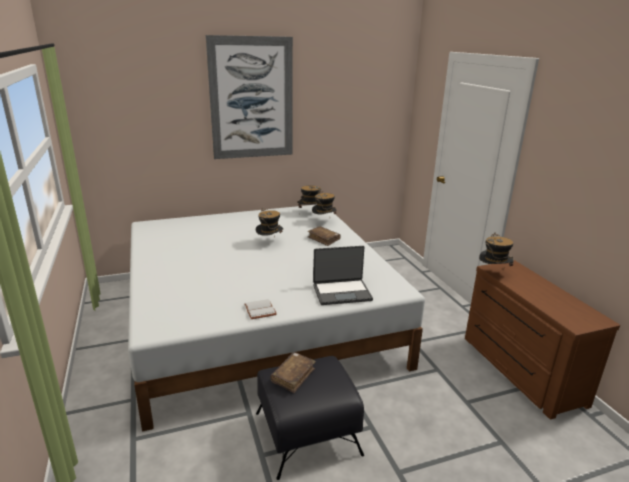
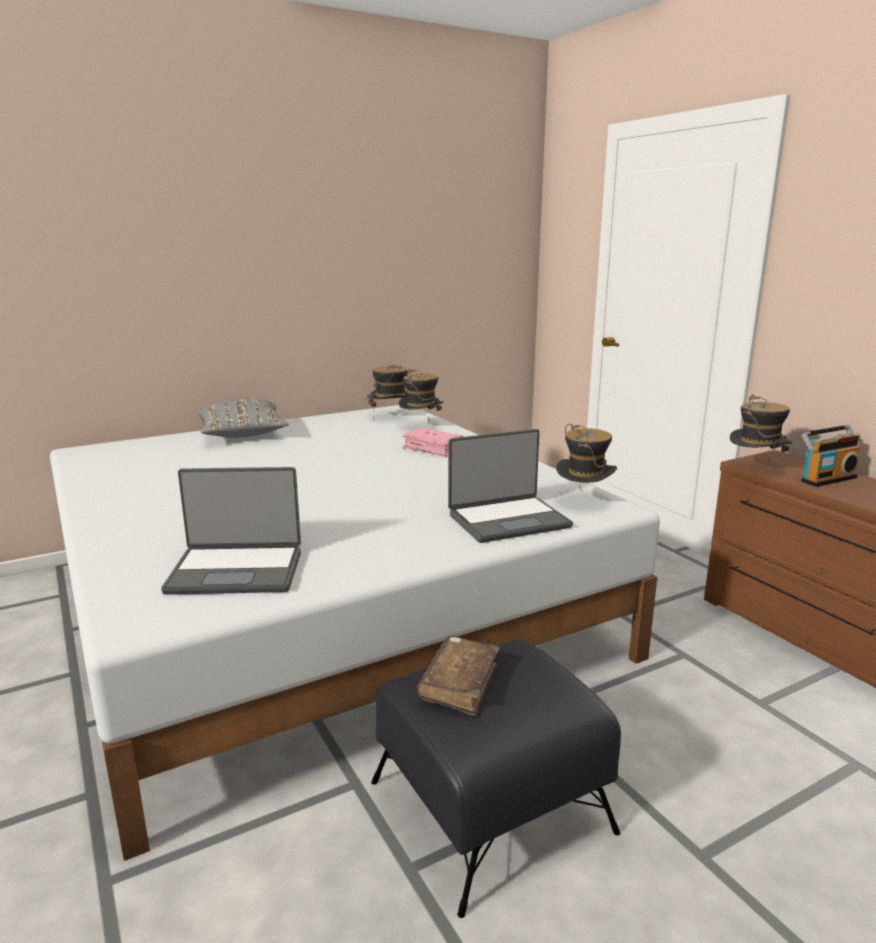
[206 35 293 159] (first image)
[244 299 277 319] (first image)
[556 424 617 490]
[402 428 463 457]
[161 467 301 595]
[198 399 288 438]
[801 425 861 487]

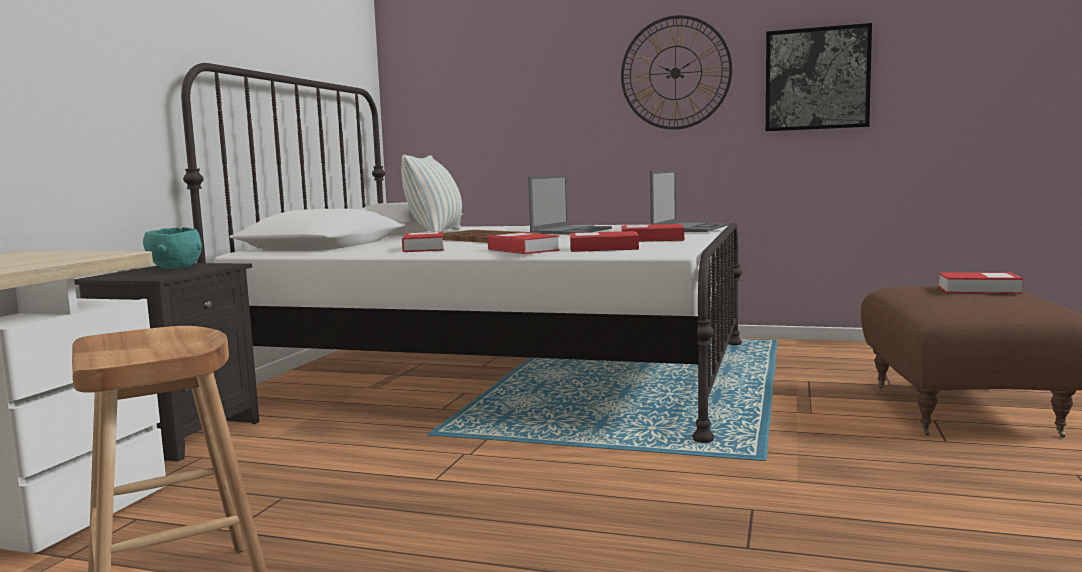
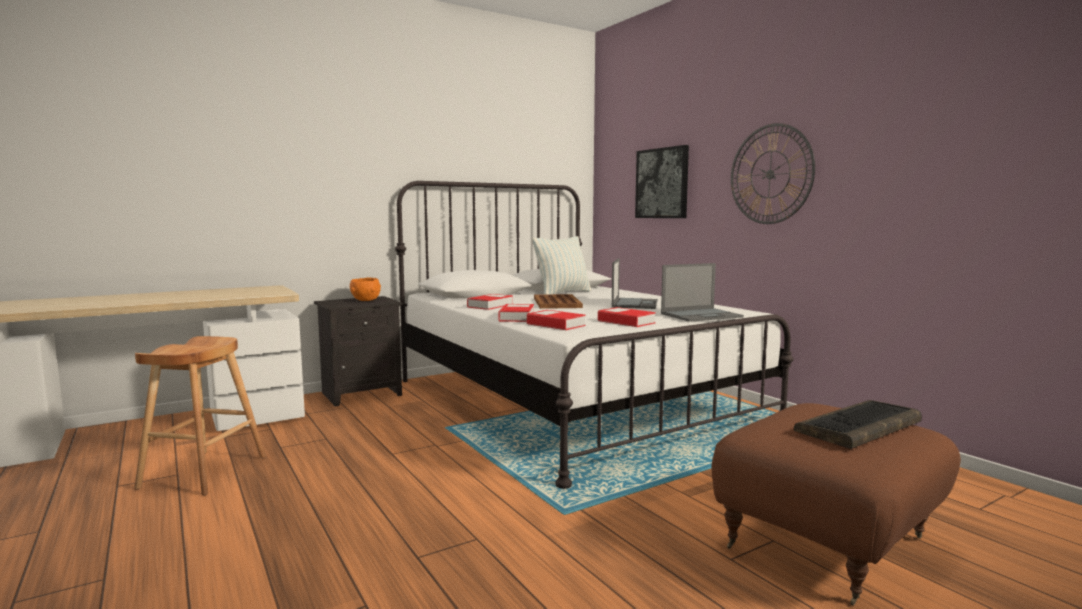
[350 278 381 301]
[612 258 658 309]
[635 145 689 218]
[794 400 922 449]

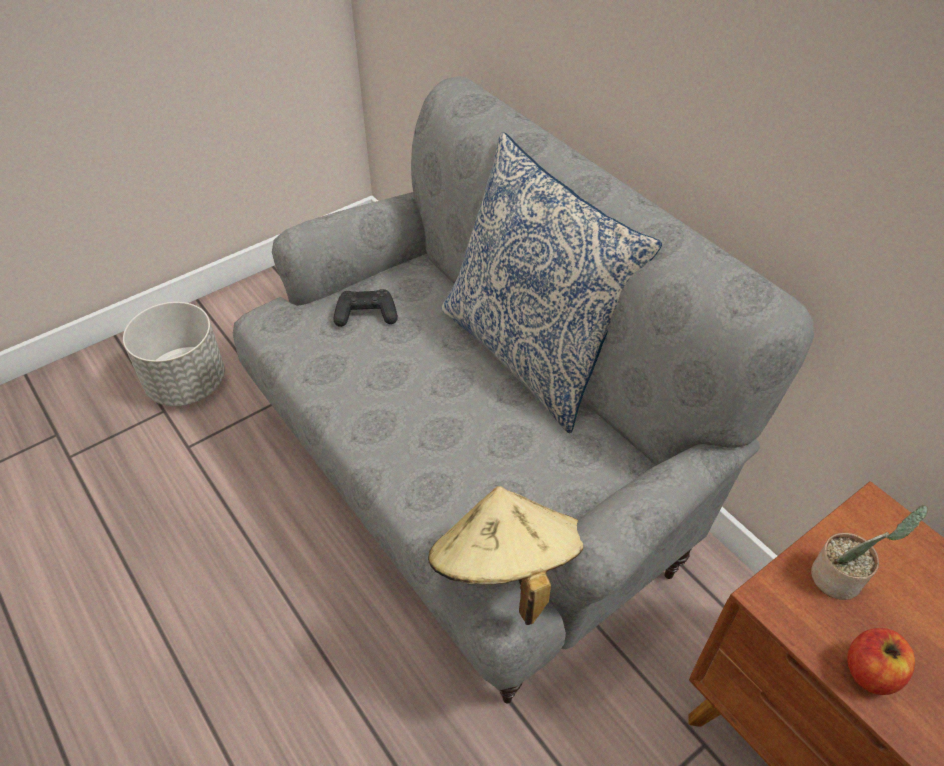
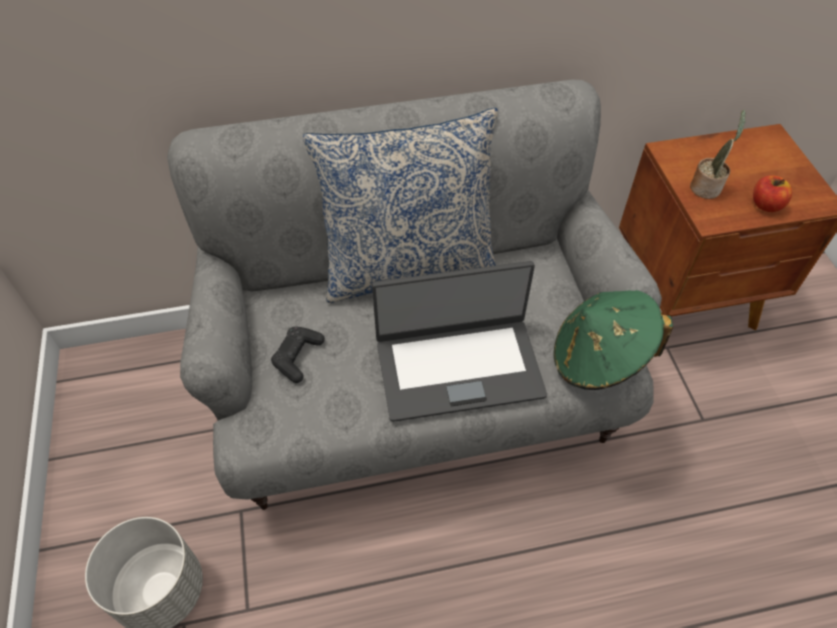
[553 290 673 390]
[372 261 547 422]

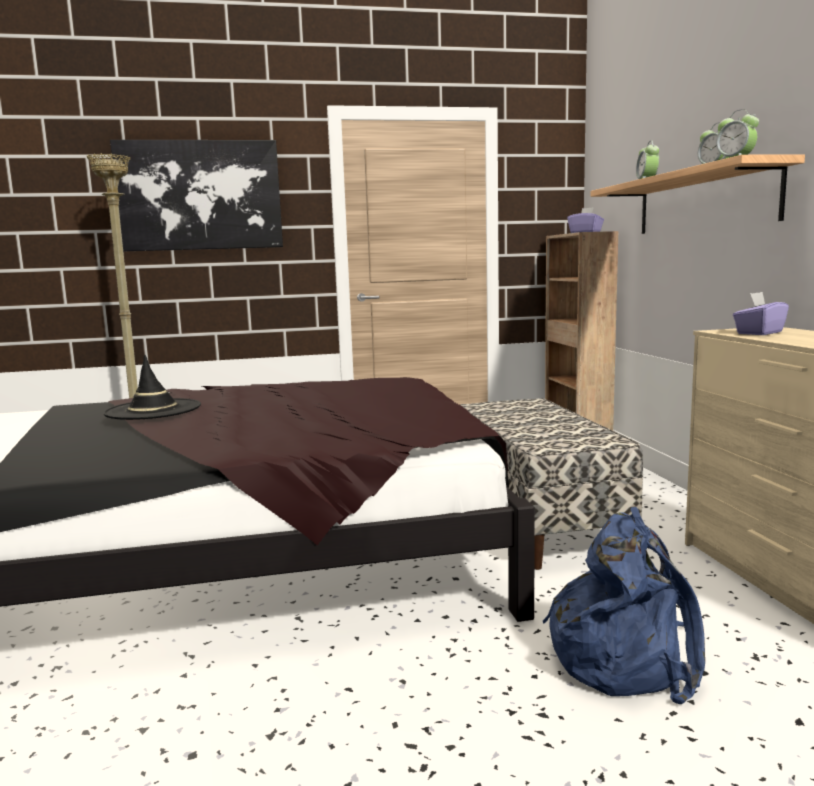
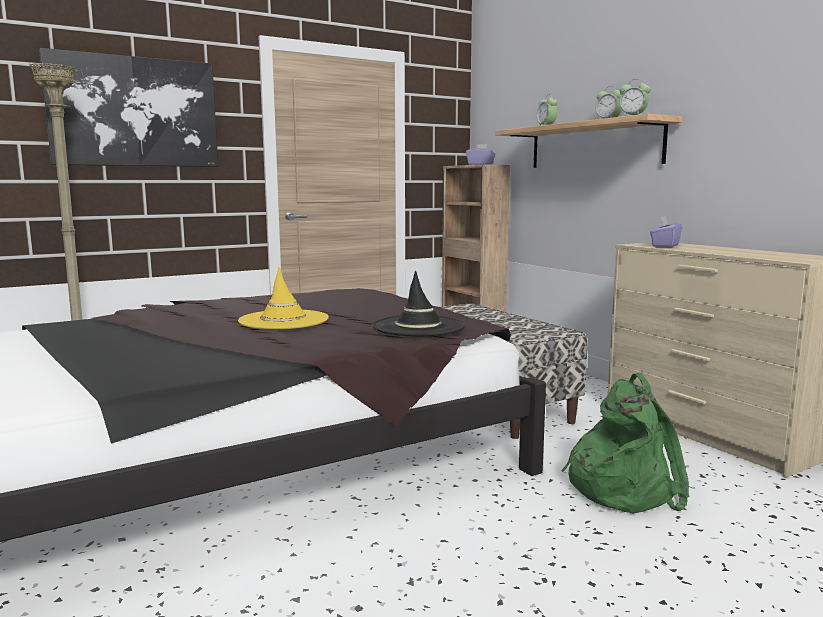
[372 271 465 336]
[561 373 690 514]
[238 267 329 329]

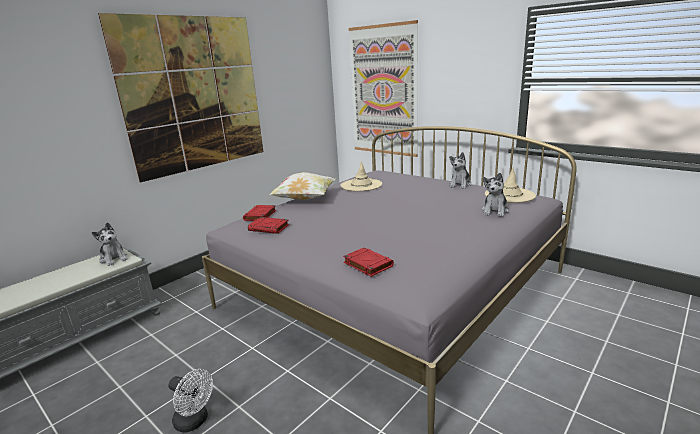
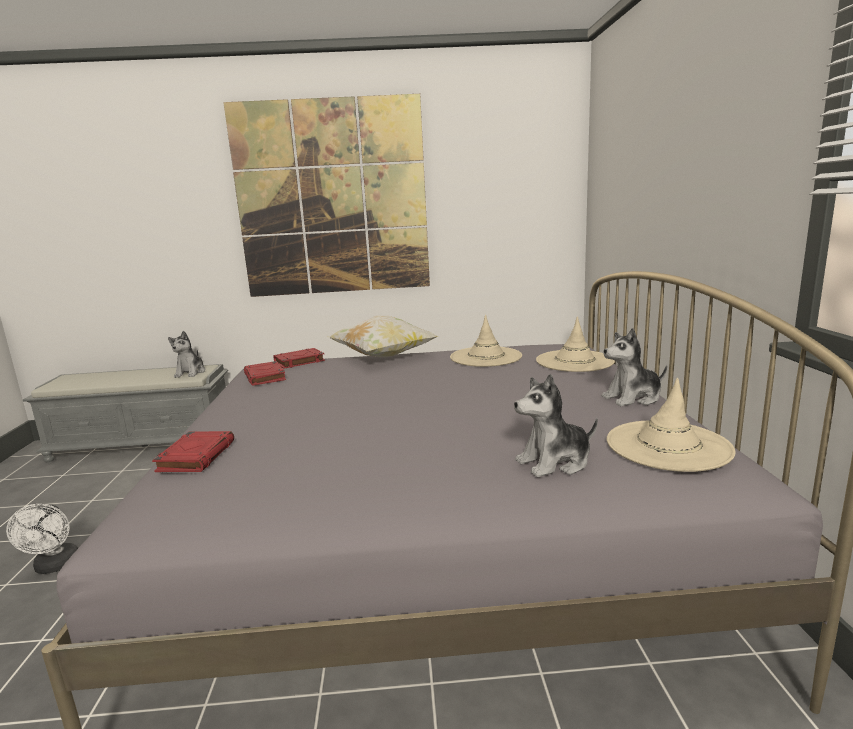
[348 20 418 157] (first image)
[536 316 615 372]

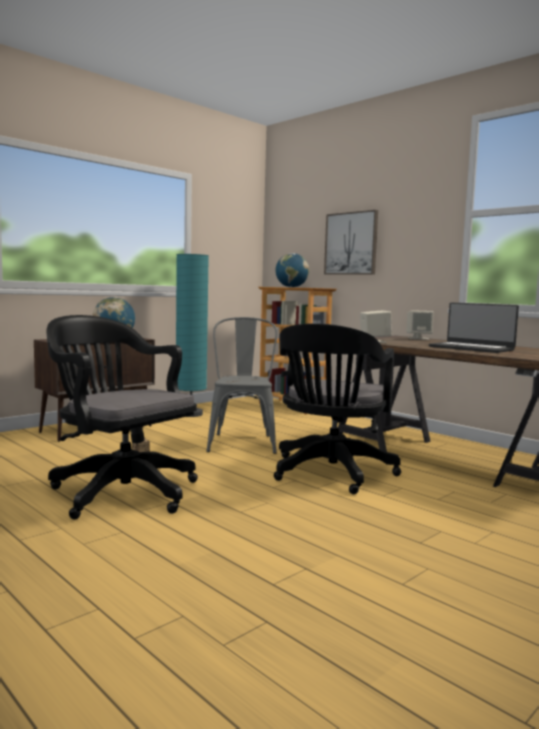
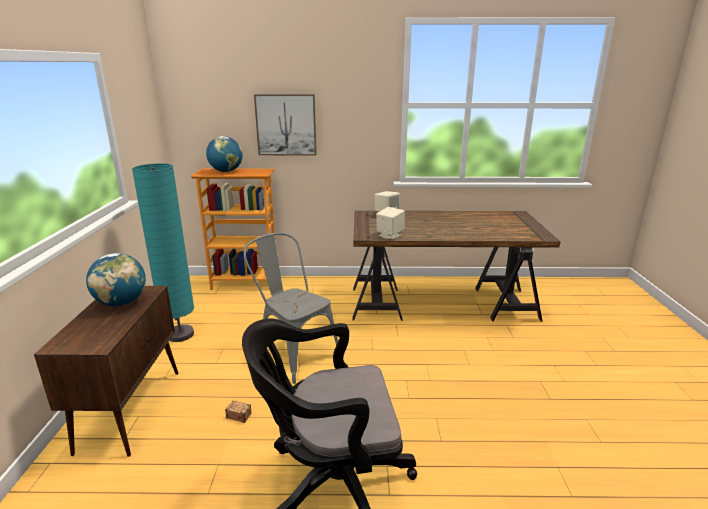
[274 323 401 494] (first image)
[429 303 519 353] (first image)

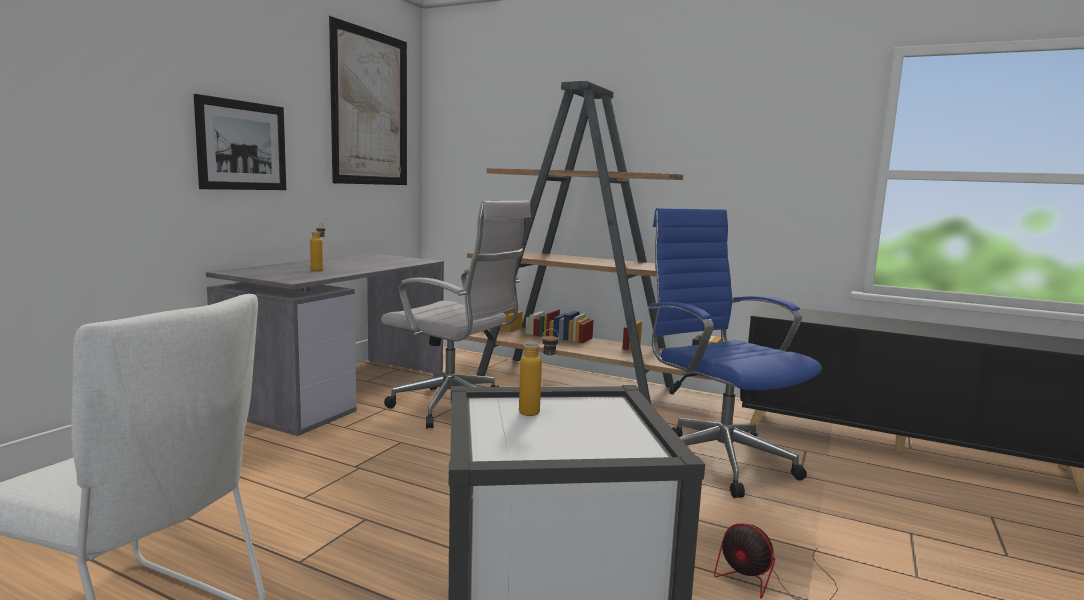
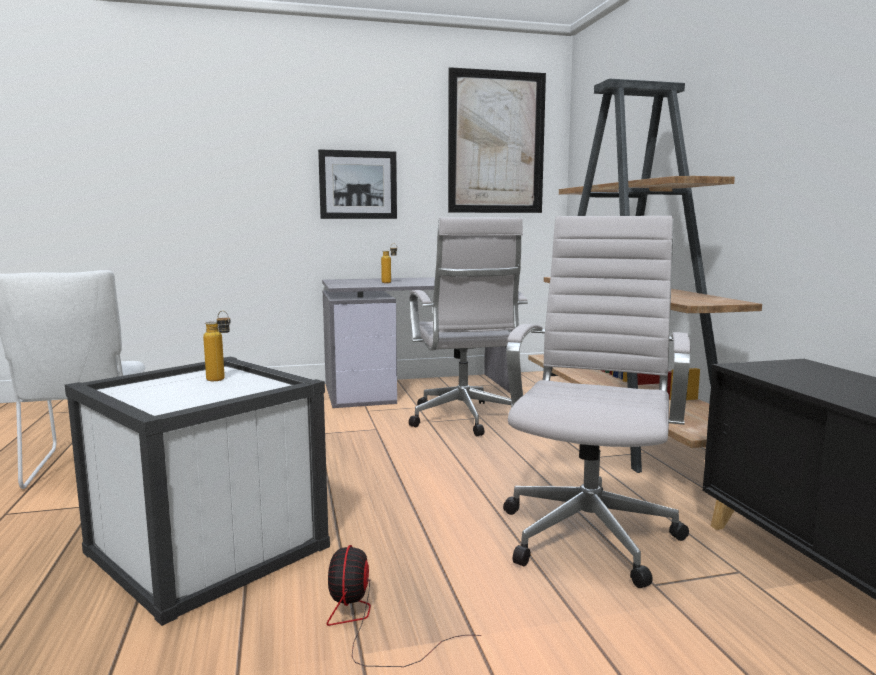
[503 216 691 588]

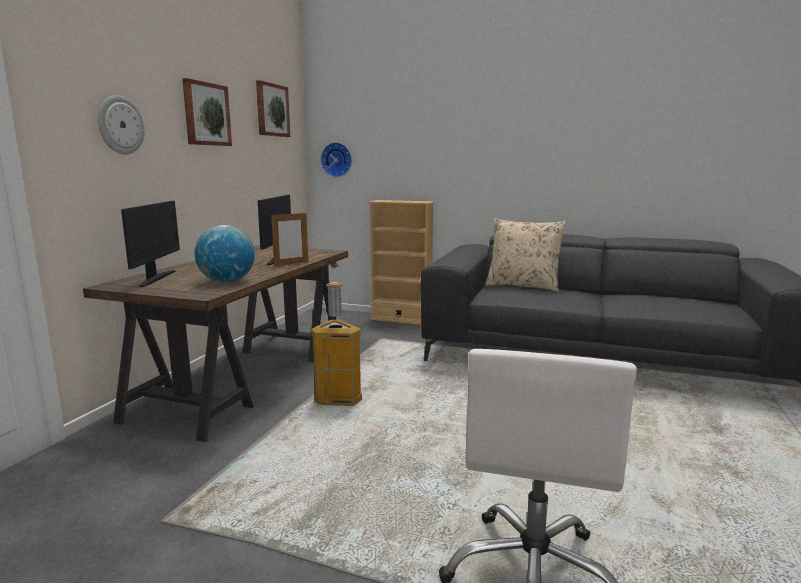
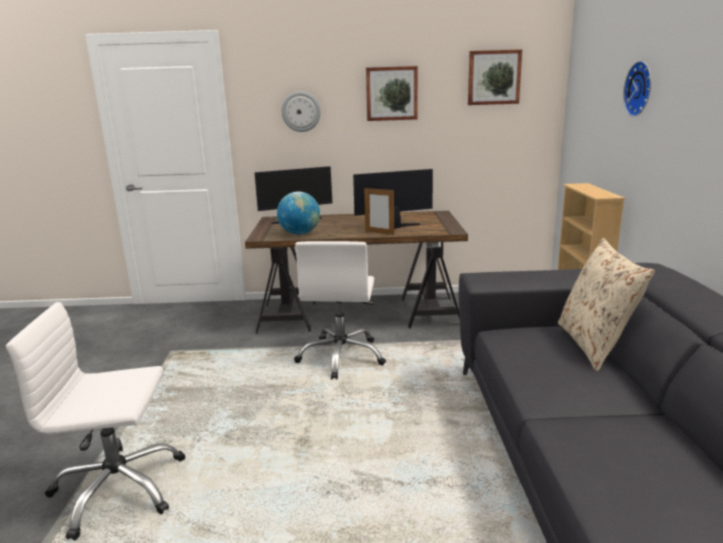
[294 241 386 380]
[623 61 651 117]

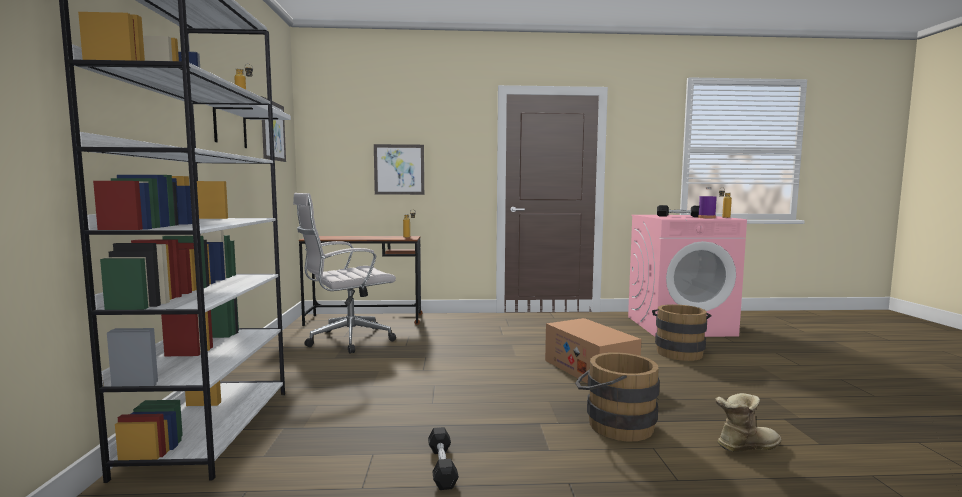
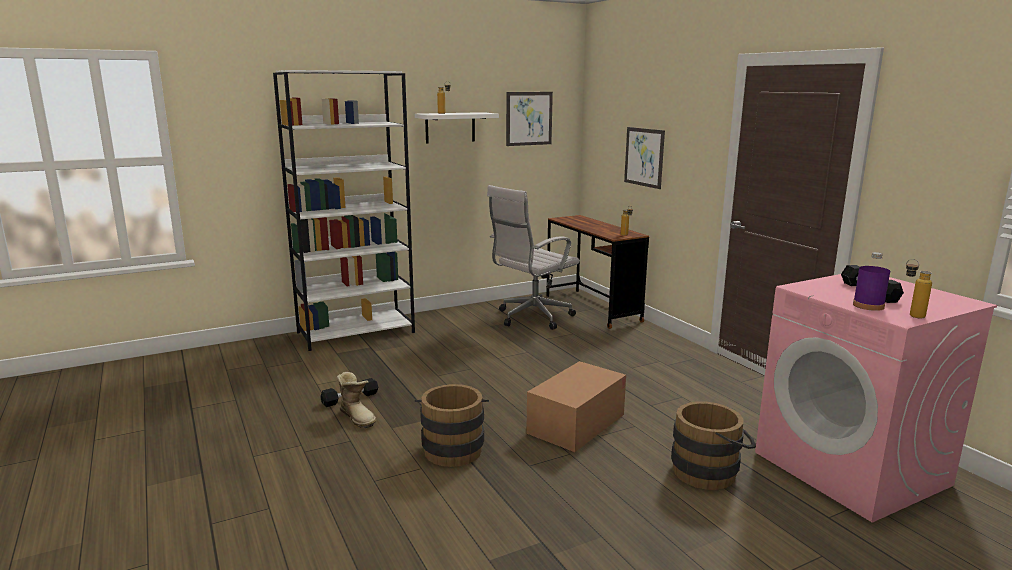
[487 185 580 330]
[336 372 376 428]

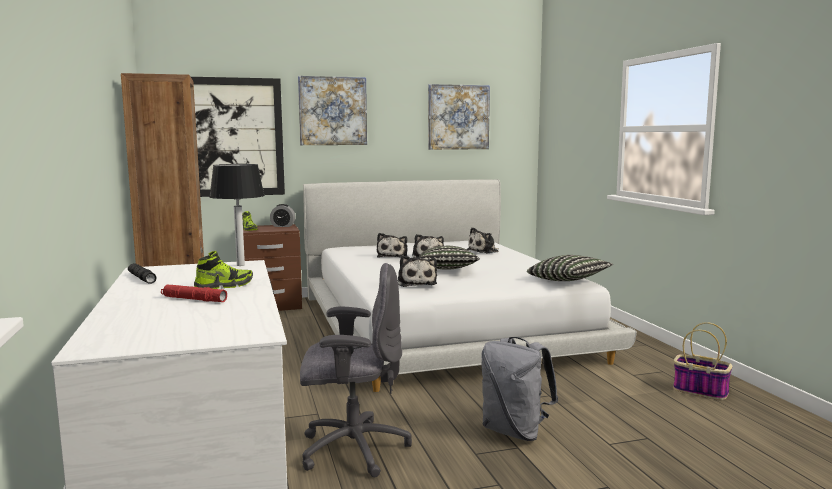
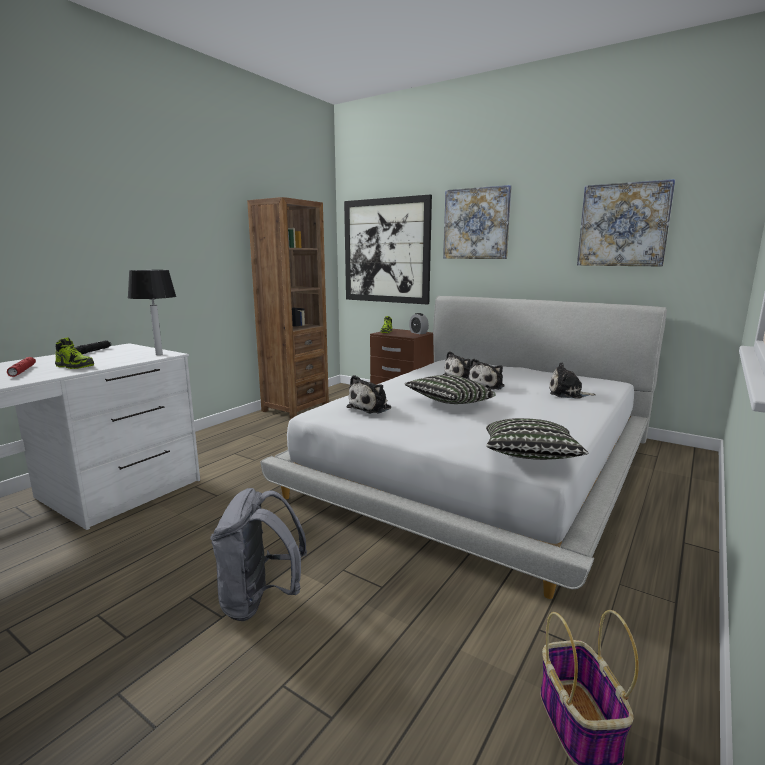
[300 263 412 477] (first image)

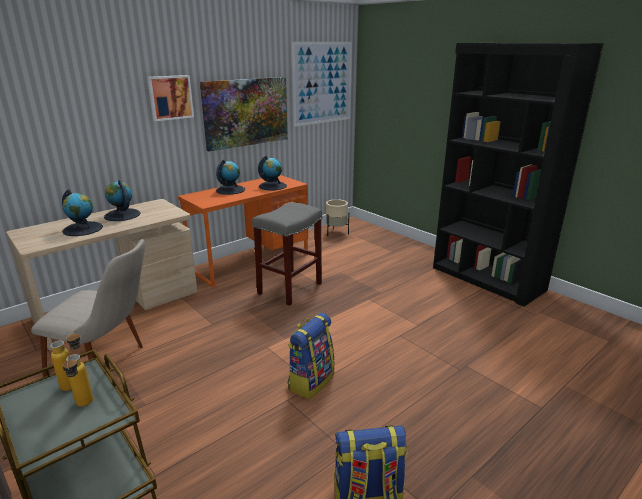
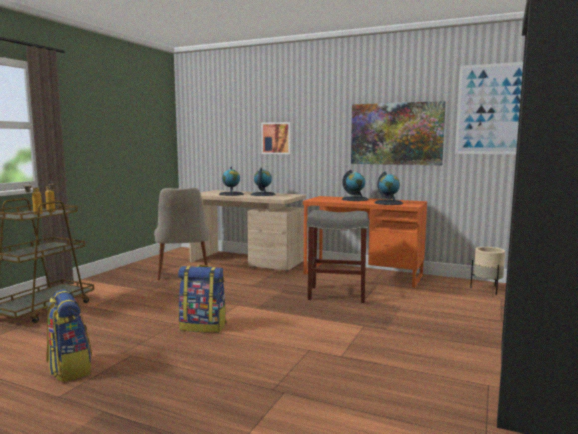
[261 122 291 154]

